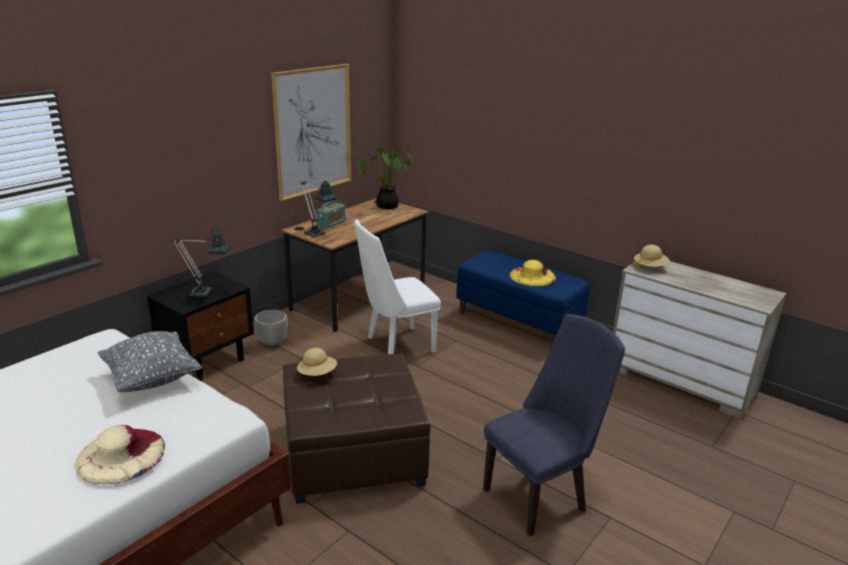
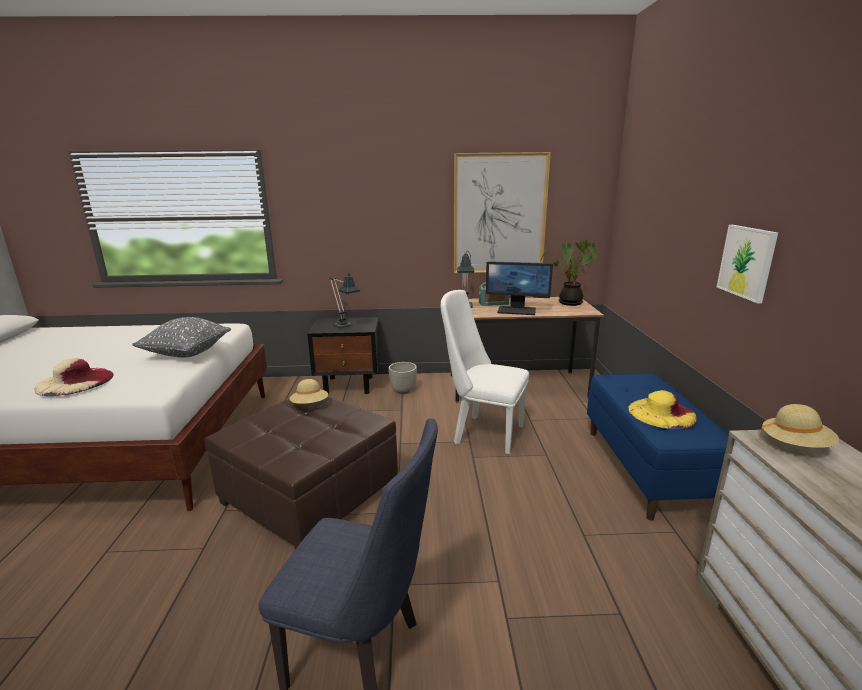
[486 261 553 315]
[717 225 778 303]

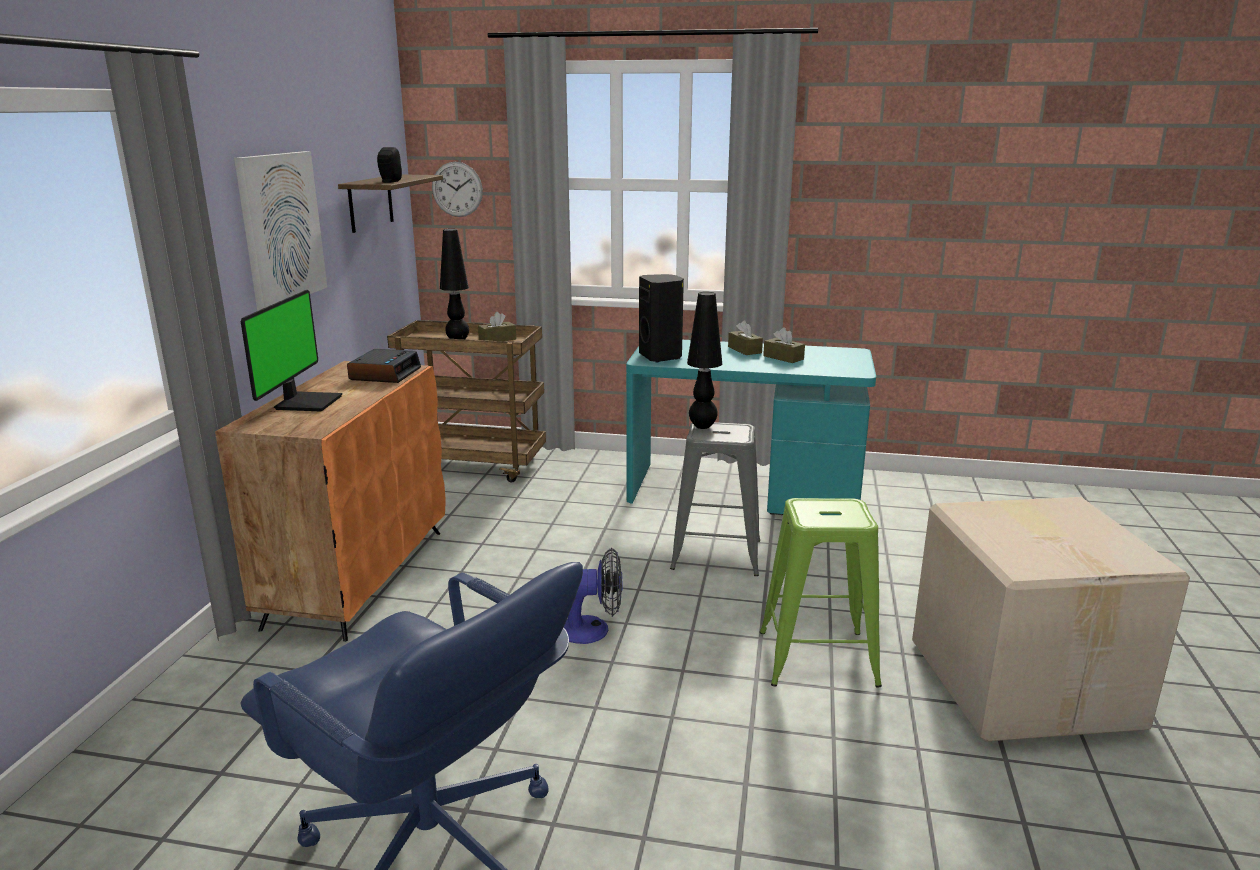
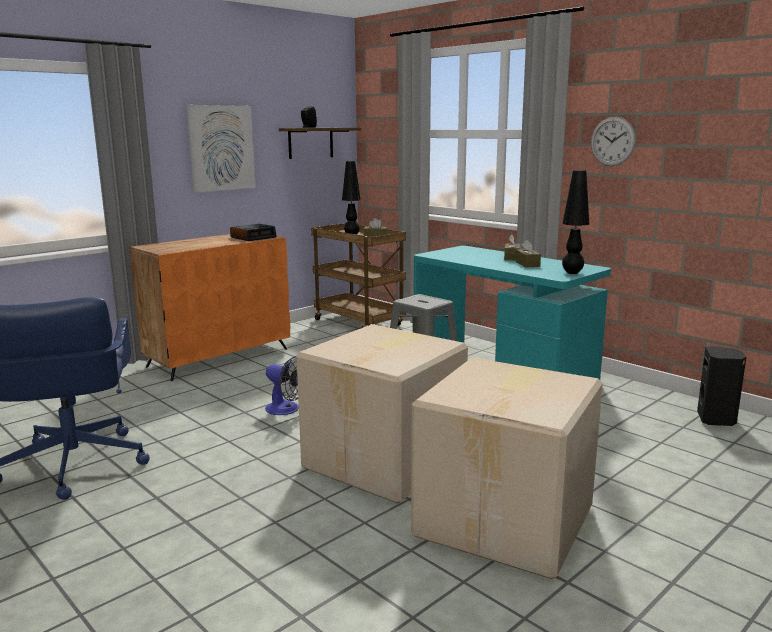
[241 290 342 412] (first image)
[591 117 636 166]
[697 346 746 426]
[562 170 589 274]
[296 324 468 504]

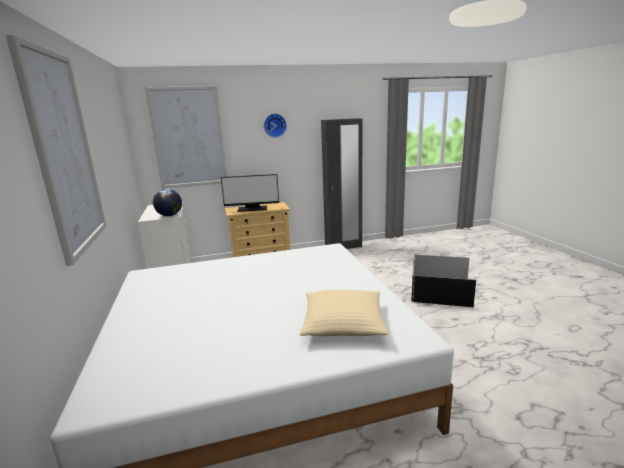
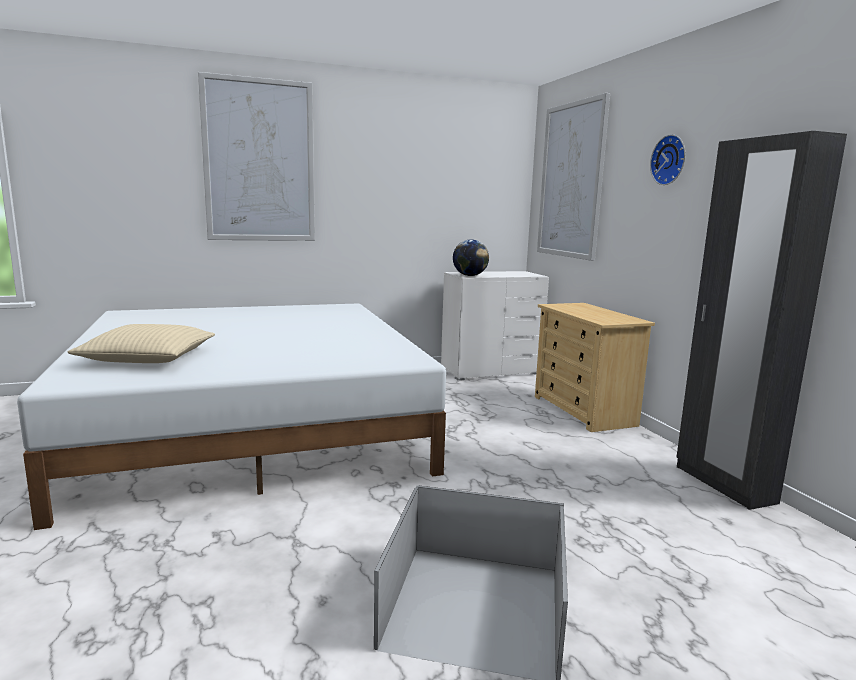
[221 174 279 212] (first image)

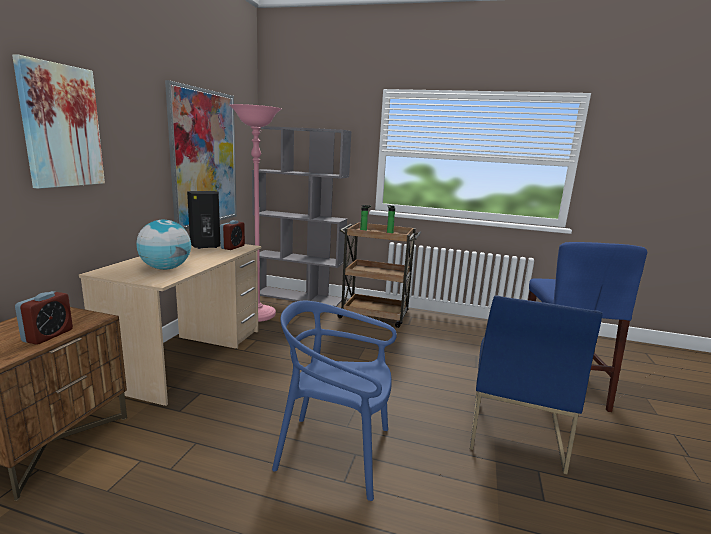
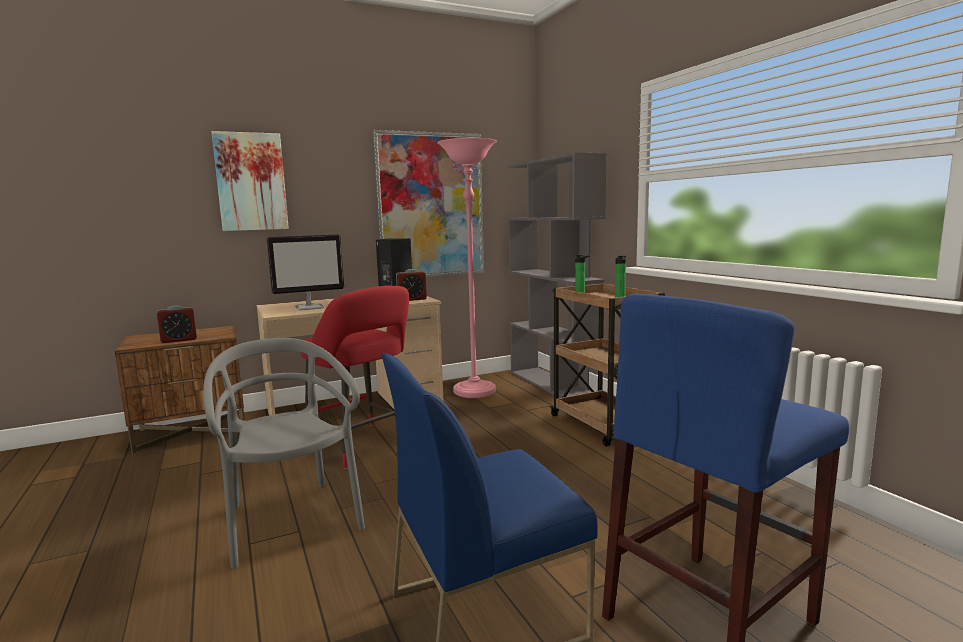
[266 234 344 310]
[203 338 365 569]
[301 286 409 469]

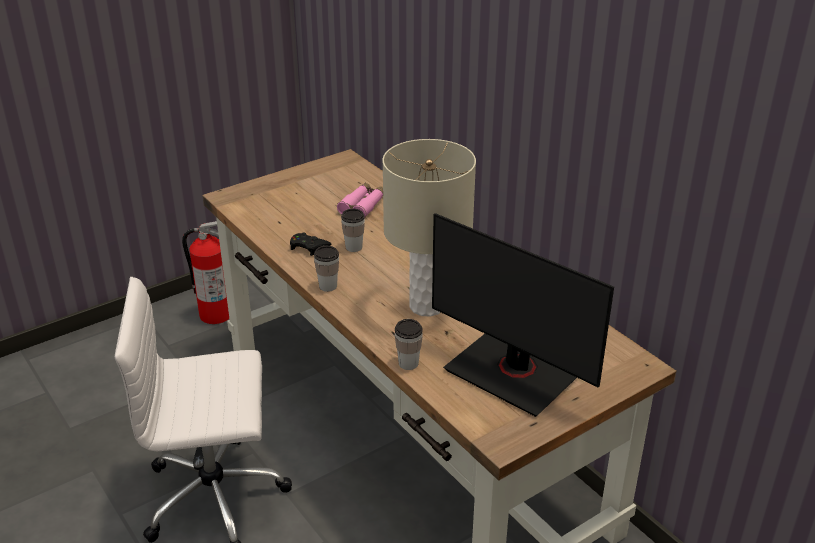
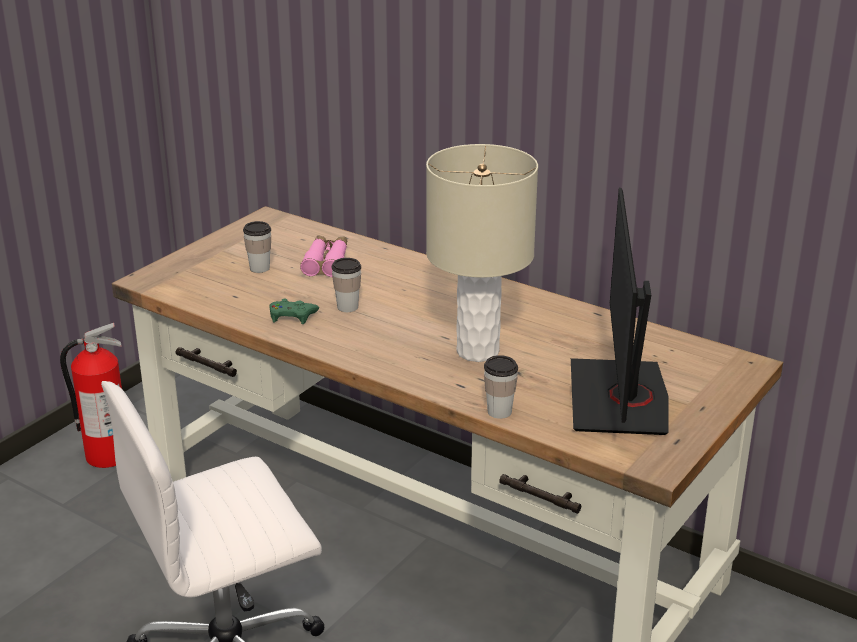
[269 299 319 324]
[243 221 271 273]
[571 188 669 435]

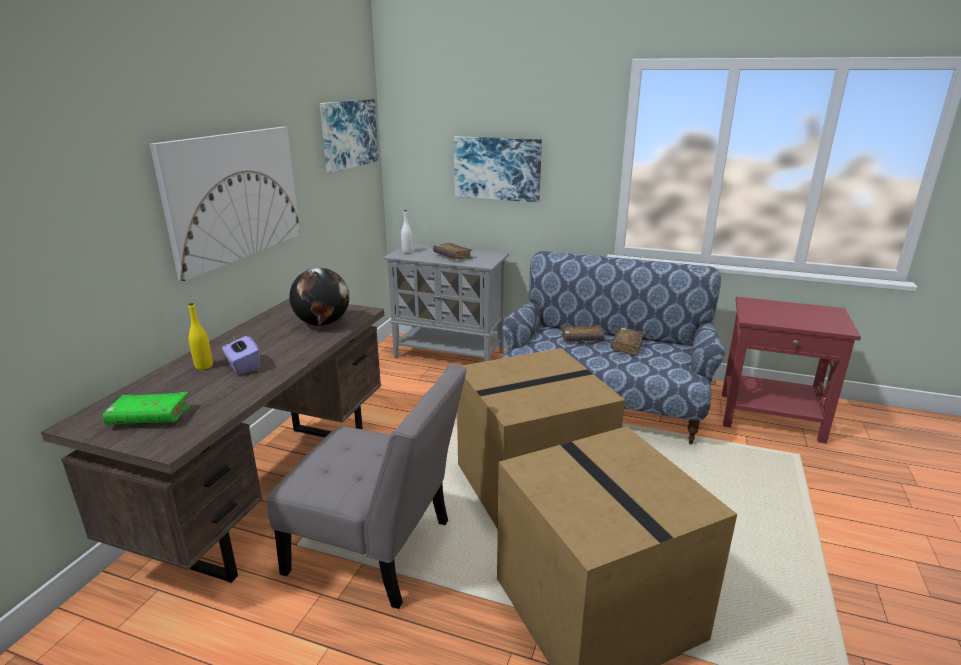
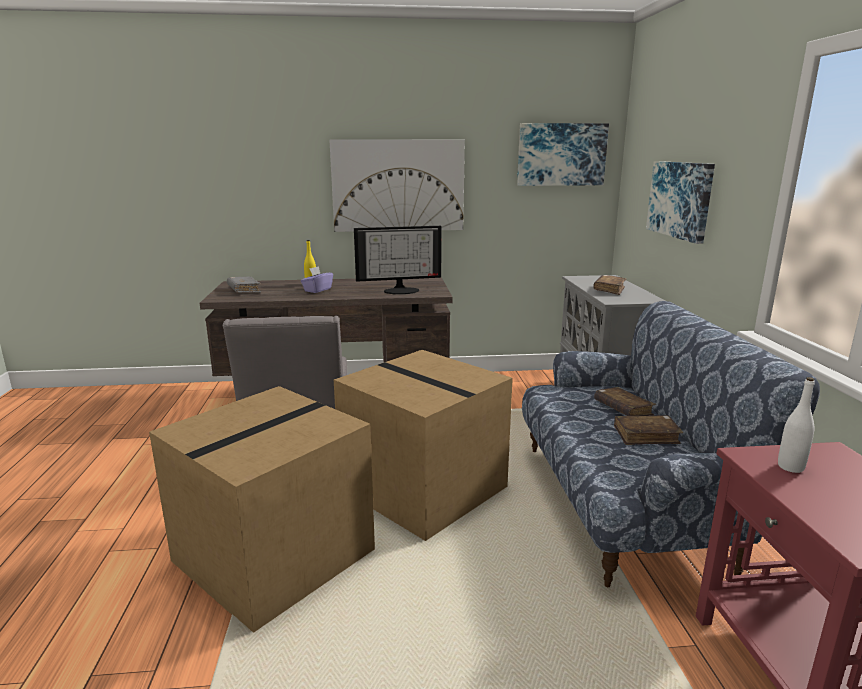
[227 277 261 293]
[354 226 442 295]
[778 377 815 473]

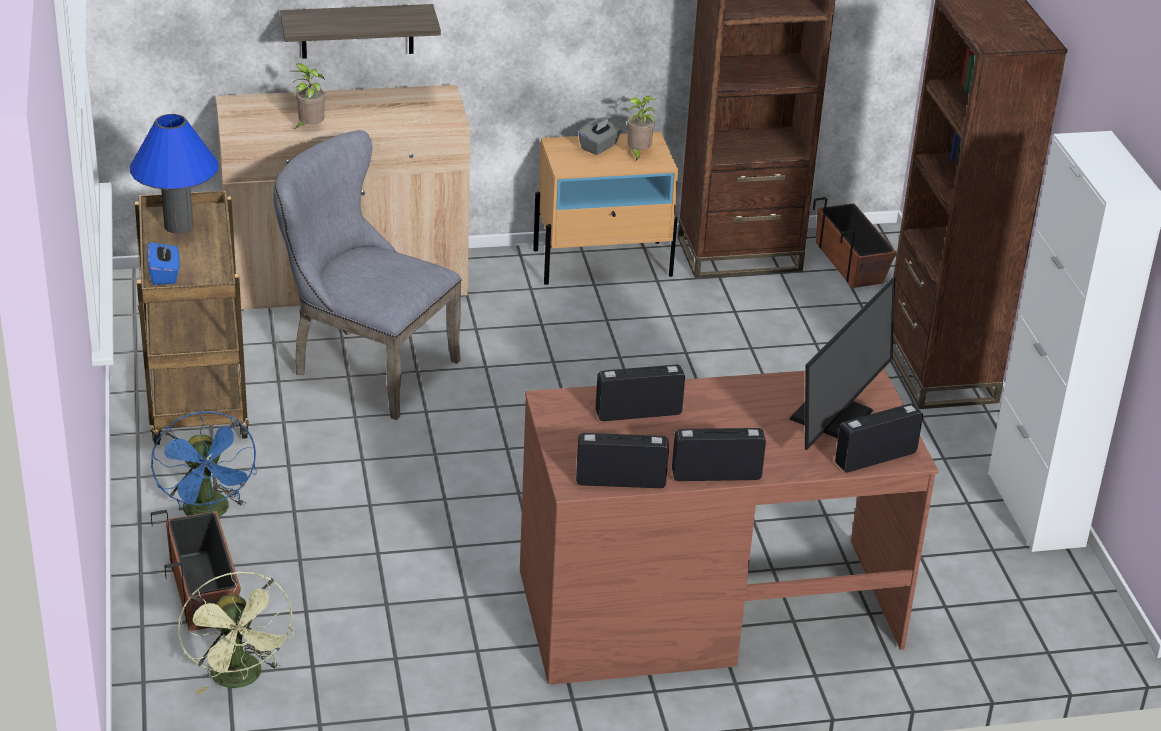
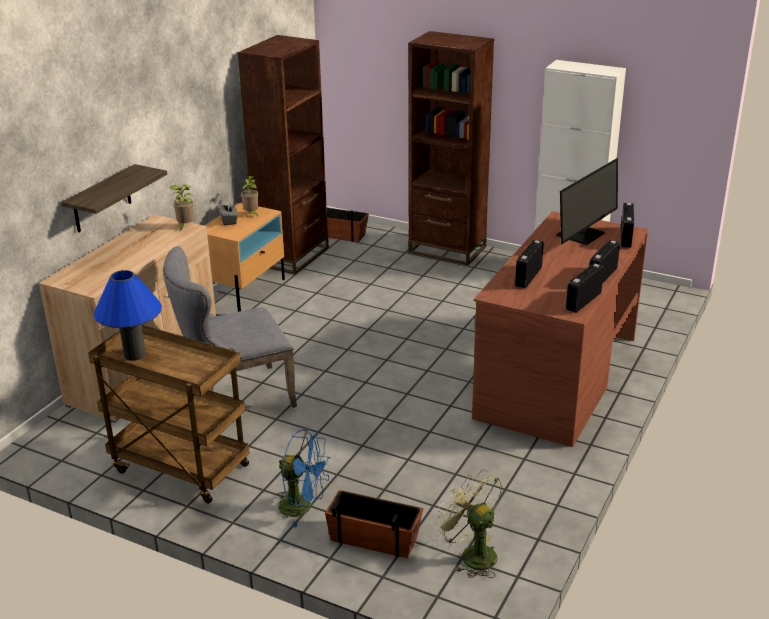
[147 239 180 285] (first image)
[435 469 502 578]
[170 185 194 232]
[556 158 618 245]

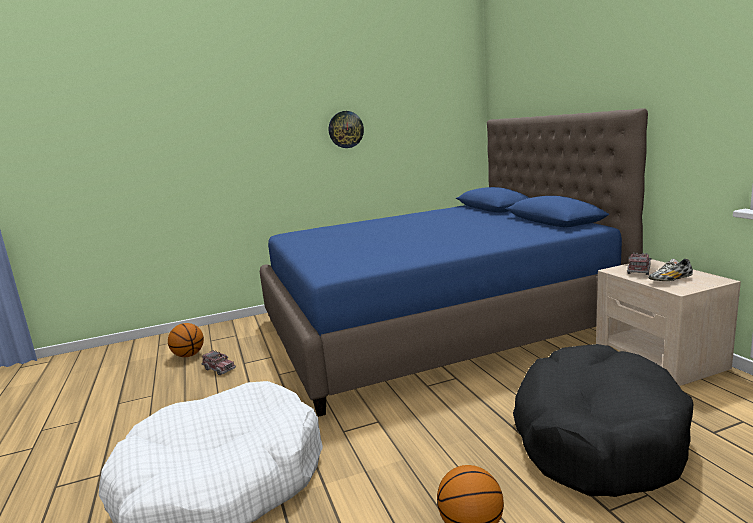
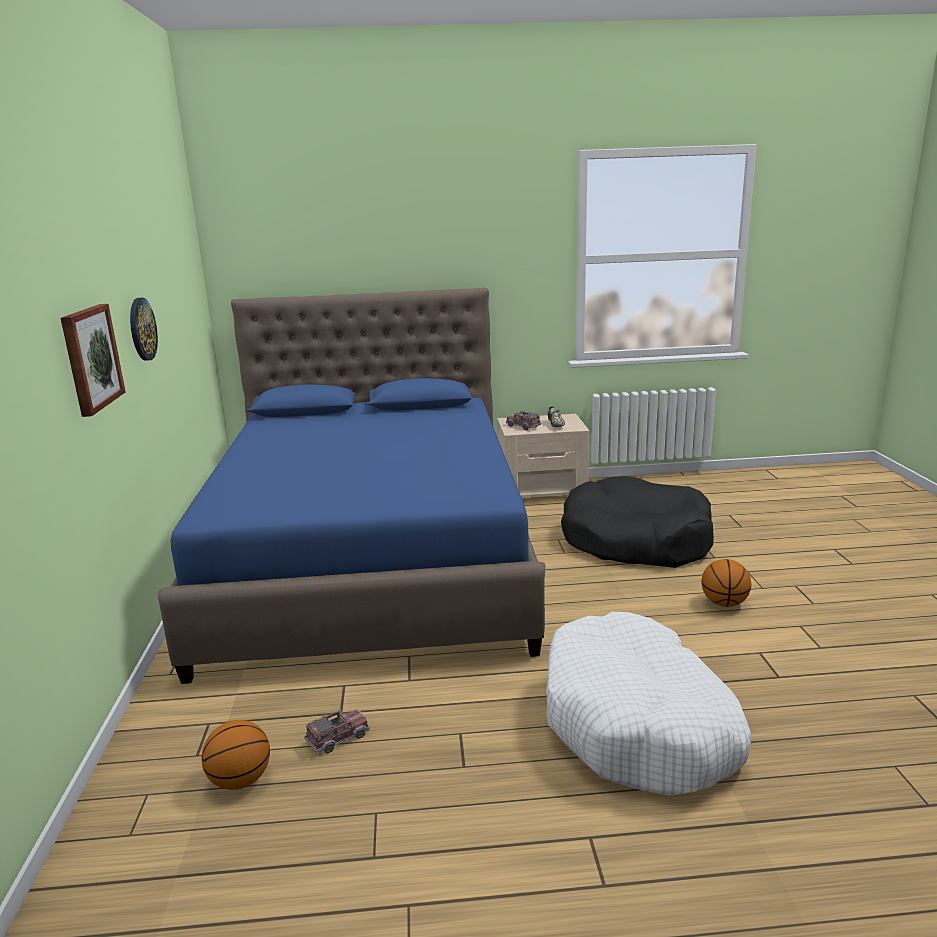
[61 304 126 417]

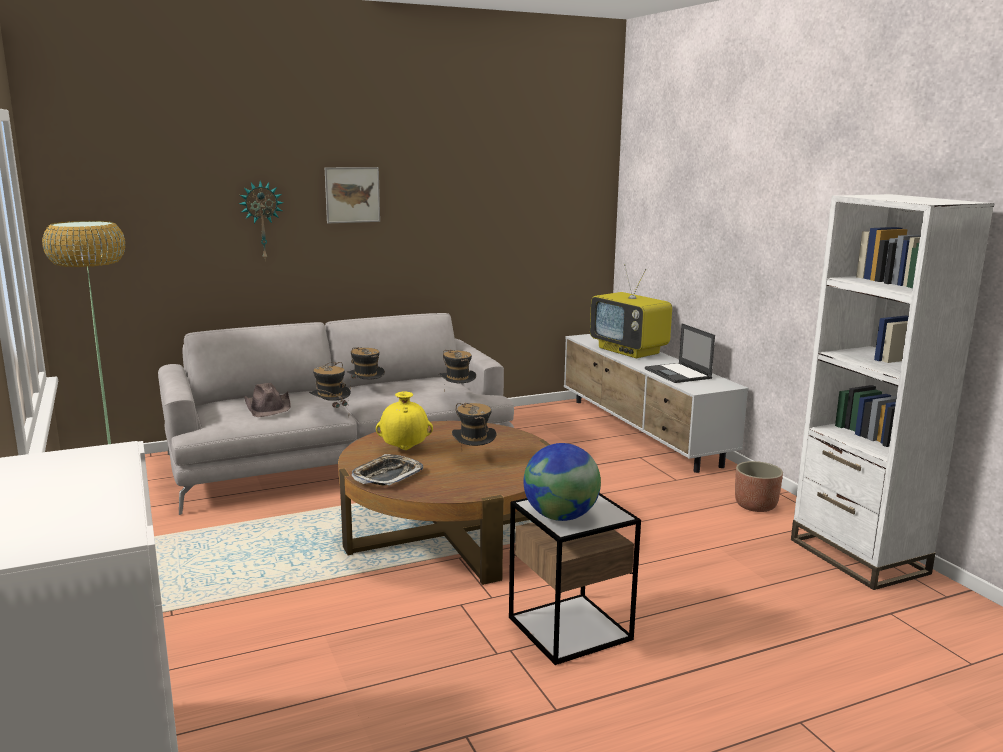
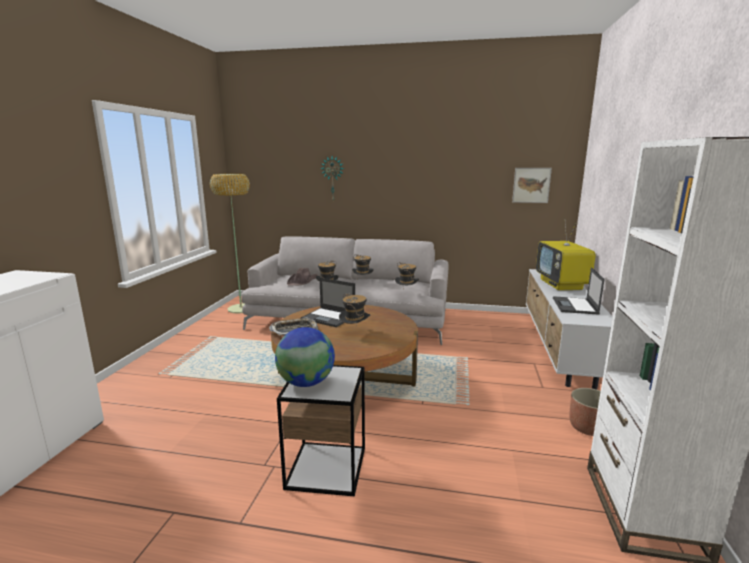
[512 168 552 203]
[301 278 355 327]

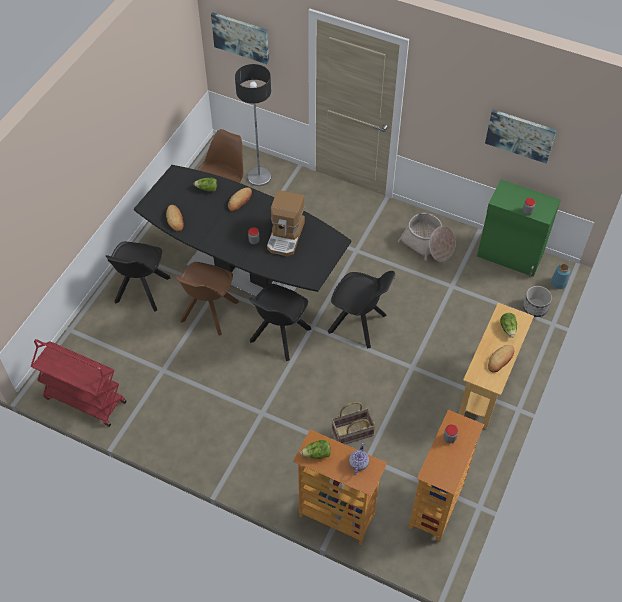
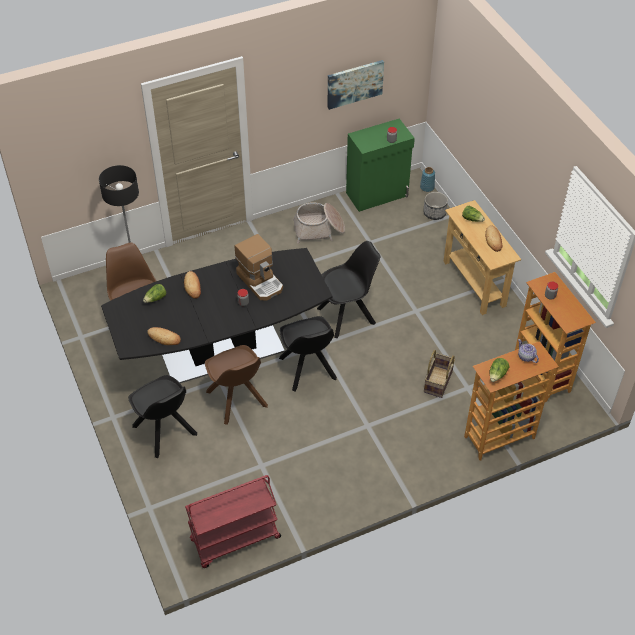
[211 13 269 64] (first image)

